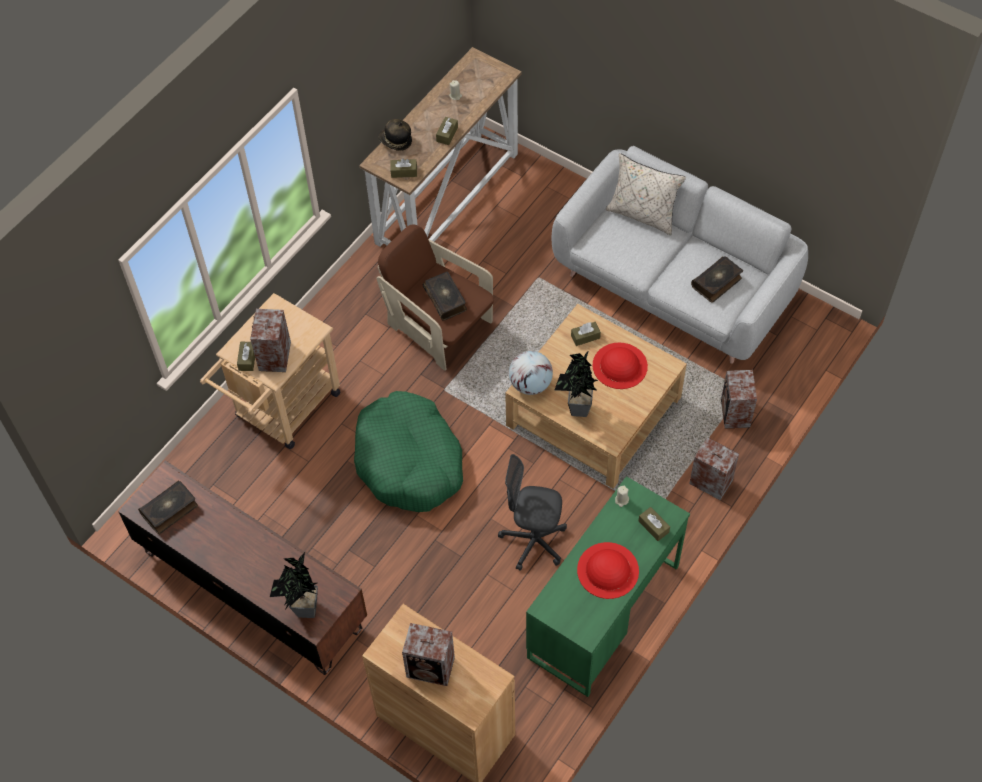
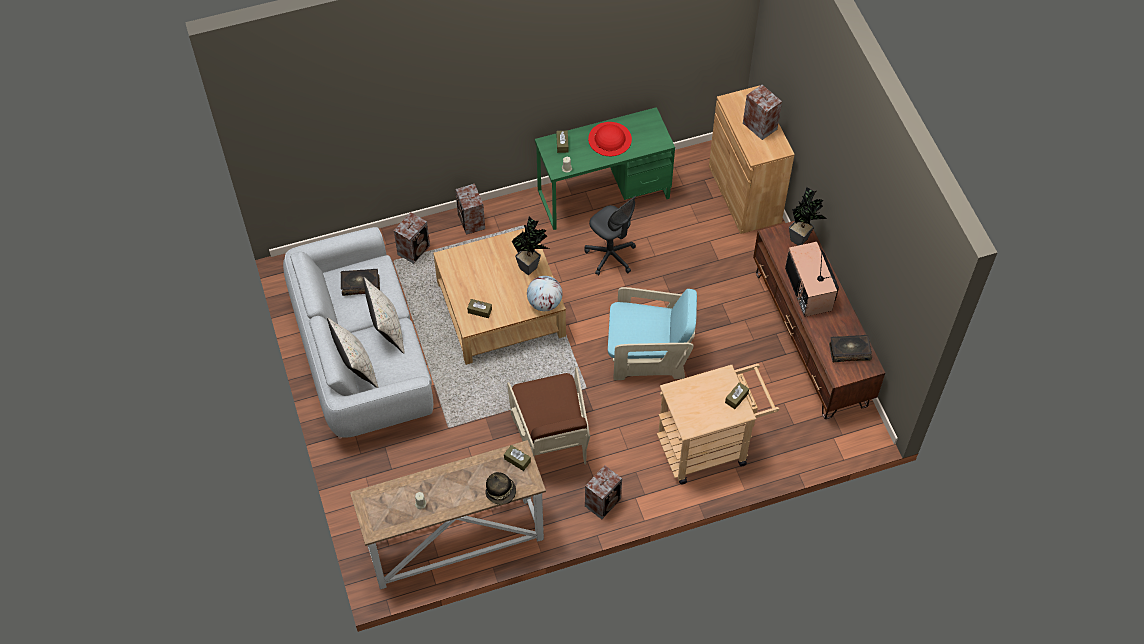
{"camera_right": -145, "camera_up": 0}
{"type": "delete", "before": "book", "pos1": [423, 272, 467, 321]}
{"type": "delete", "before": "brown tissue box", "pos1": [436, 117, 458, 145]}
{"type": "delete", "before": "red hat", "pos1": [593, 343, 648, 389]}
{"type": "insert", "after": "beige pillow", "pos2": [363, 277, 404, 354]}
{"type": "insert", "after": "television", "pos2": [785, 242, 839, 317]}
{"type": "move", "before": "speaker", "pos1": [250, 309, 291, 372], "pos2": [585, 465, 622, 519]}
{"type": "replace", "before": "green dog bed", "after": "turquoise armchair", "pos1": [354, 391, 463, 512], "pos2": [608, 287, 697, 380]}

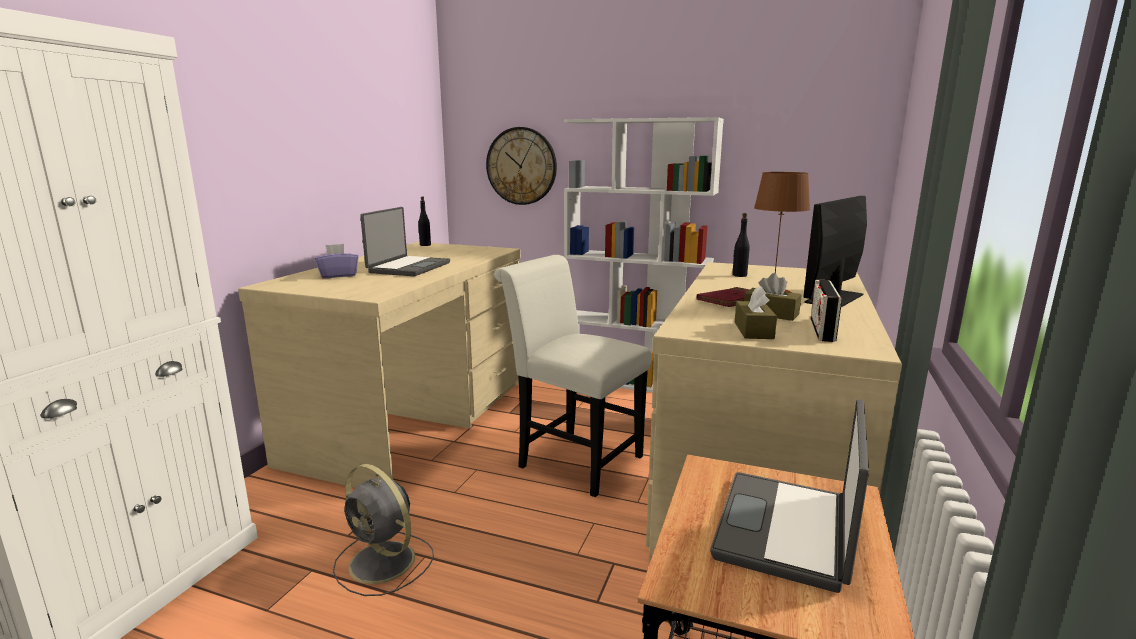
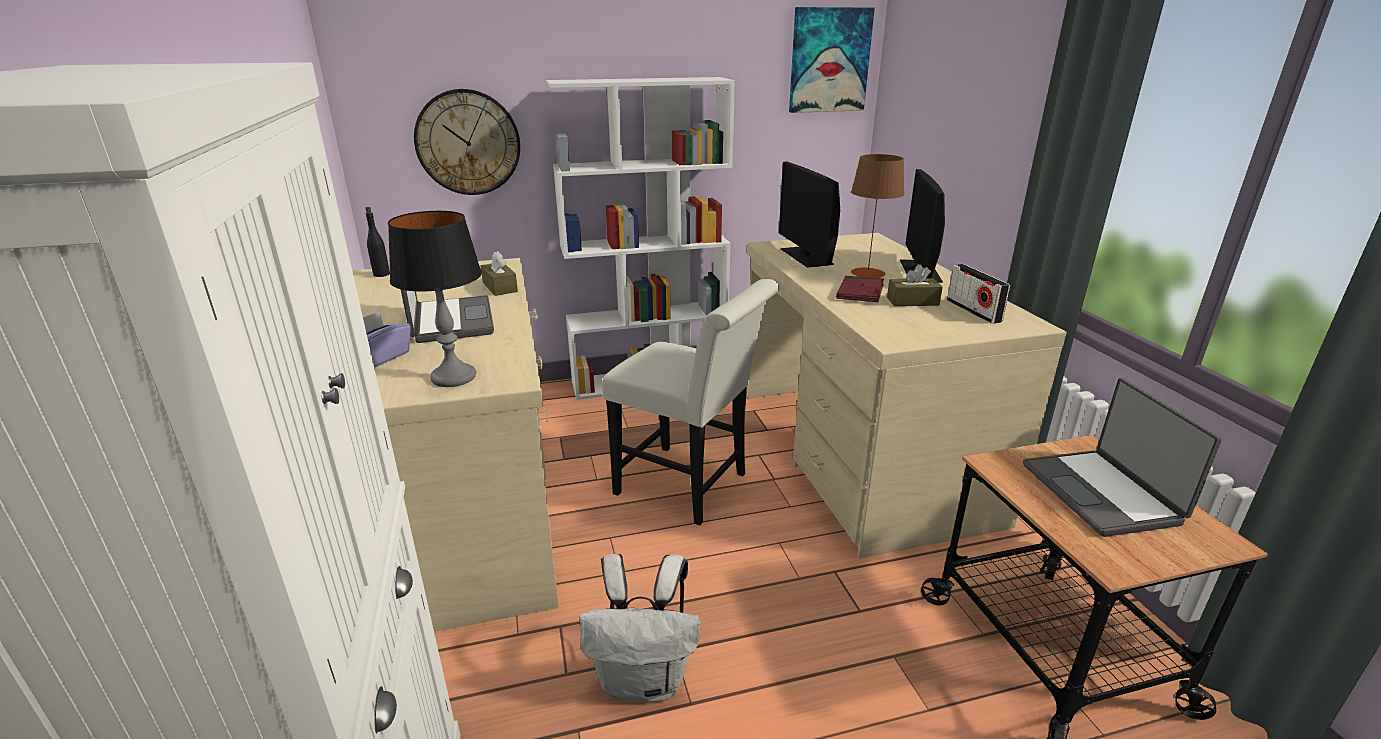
{"camera_right": -35, "camera_up": 10}
{"type": "insert", "after": "table lamp", "pos2": [388, 211, 482, 387]}
{"type": "insert", "after": "picture", "pos2": [789, 7, 875, 113]}
{"type": "move", "before": "brown tissue box", "pos1": [735, 286, 777, 339], "pos2": [481, 251, 518, 296]}
{"type": "replace", "before": "grey fan", "after": "white backpack", "pos1": [333, 464, 434, 596], "pos2": [579, 554, 701, 702]}
{"type": "replace", "before": "black bottle", "after": "monitor", "pos1": [732, 213, 750, 277], "pos2": [779, 162, 840, 268]}
{"type": "rotate", "before": "white chair", "pos1": [494, 255, 652, 497], "pos2": [602, 279, 780, 525], "turn": -150}

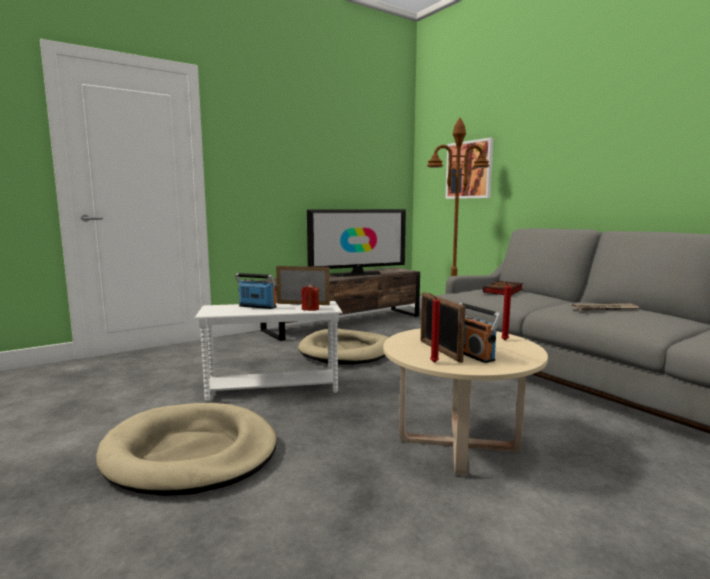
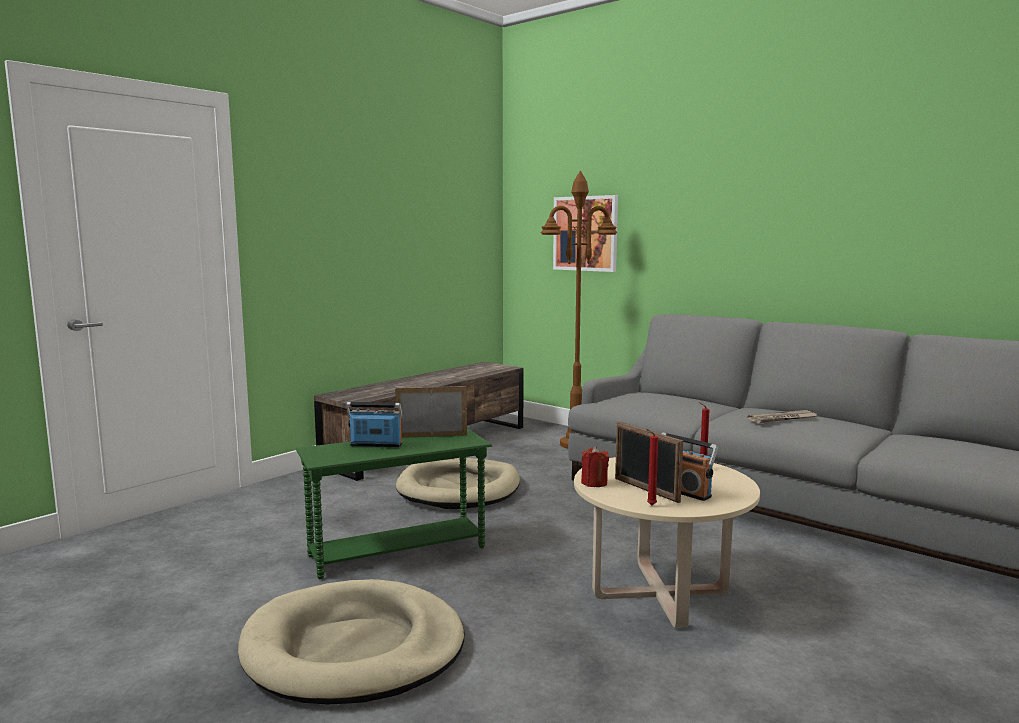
{"camera_right": -15, "camera_up": 0}
{"type": "delete", "before": "television", "pos1": [307, 209, 406, 277]}
{"type": "delete", "before": "book", "pos1": [483, 281, 523, 296]}
{"type": "move", "before": "red candle", "pos1": [301, 284, 319, 311], "pos2": [581, 446, 609, 487]}
{"type": "recolor", "before": "white side table", "after": "green side table", "pos1": [195, 301, 342, 402], "pos2": [296, 428, 492, 579]}

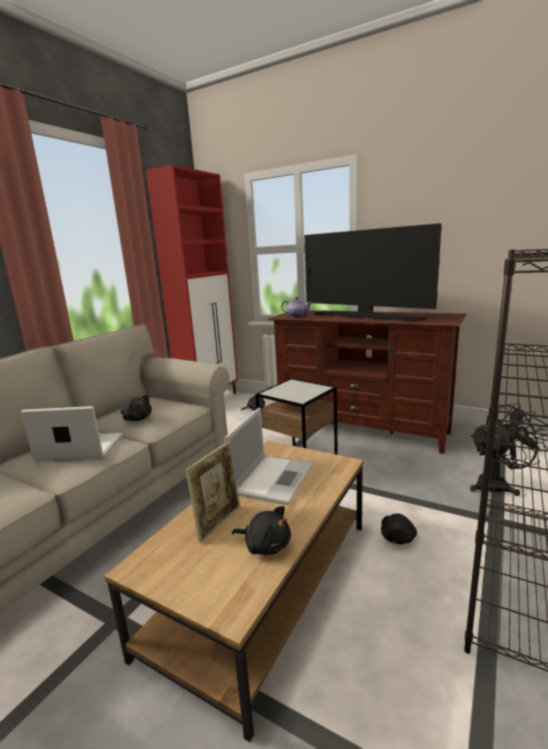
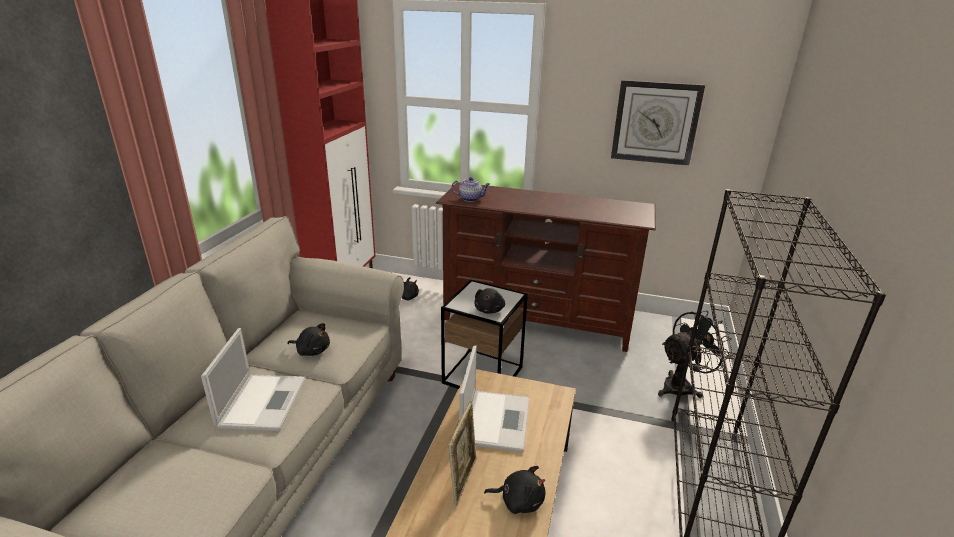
{"camera_right": -15, "camera_up": 10}
{"type": "delete", "before": "television", "pos1": [304, 223, 441, 321]}
{"type": "insert", "after": "wall clock", "pos2": [611, 80, 705, 166]}
{"type": "move", "before": "black plush toy", "pos1": [381, 514, 417, 544], "pos2": [474, 288, 505, 314]}
{"type": "rotate", "before": "laptop", "pos1": [21, 406, 123, 462], "pos2": [201, 328, 306, 431], "turn": 105}

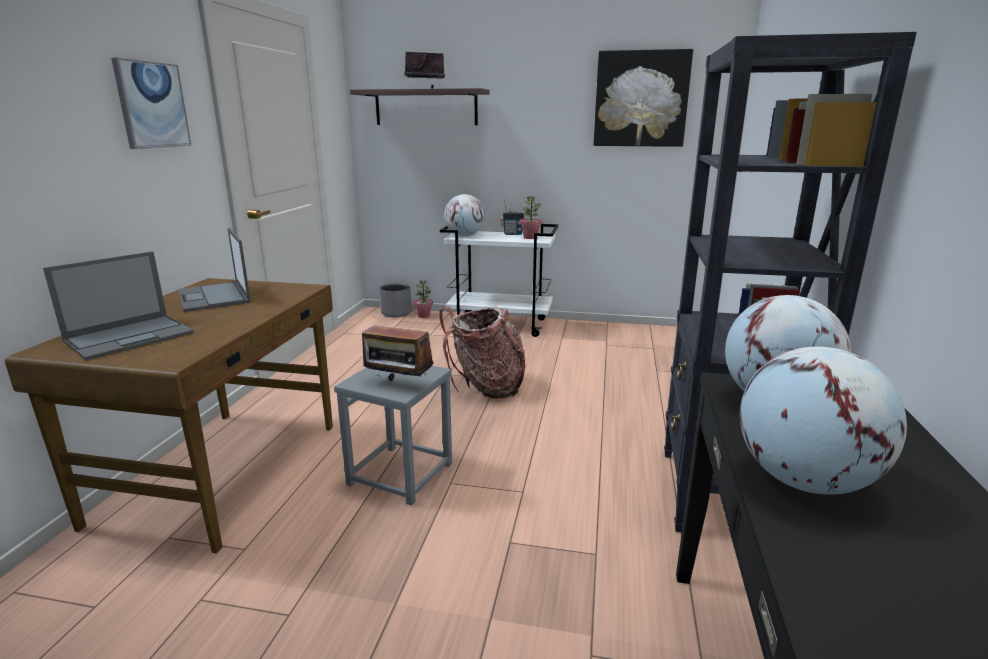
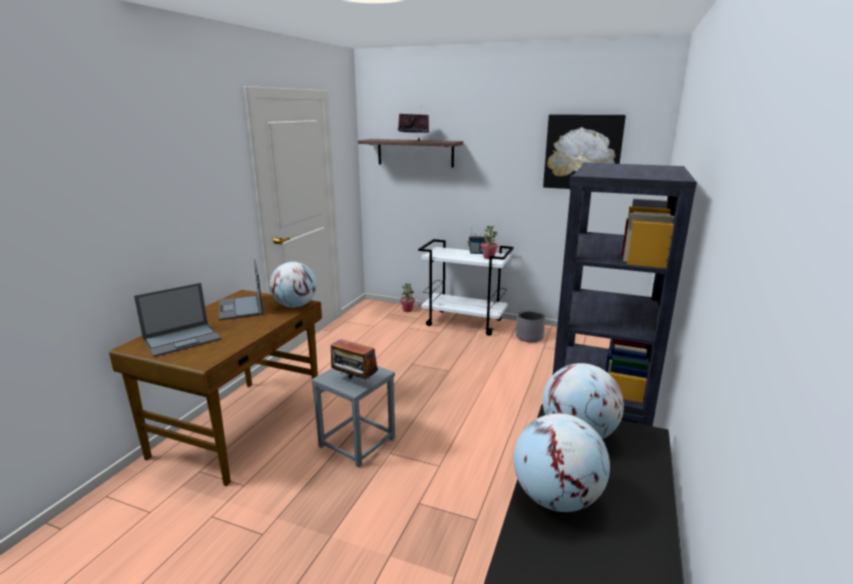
{"camera_right": 10, "camera_up": 0}
{"type": "delete", "before": "picture", "pos1": [111, 57, 191, 149]}
{"type": "delete", "before": "backpack", "pos1": [439, 306, 526, 399]}
{"type": "move", "before": "grey planter", "pos1": [380, 284, 412, 317], "pos2": [516, 310, 545, 342]}
{"type": "move", "before": "globe", "pos1": [444, 194, 485, 236], "pos2": [270, 262, 317, 308]}

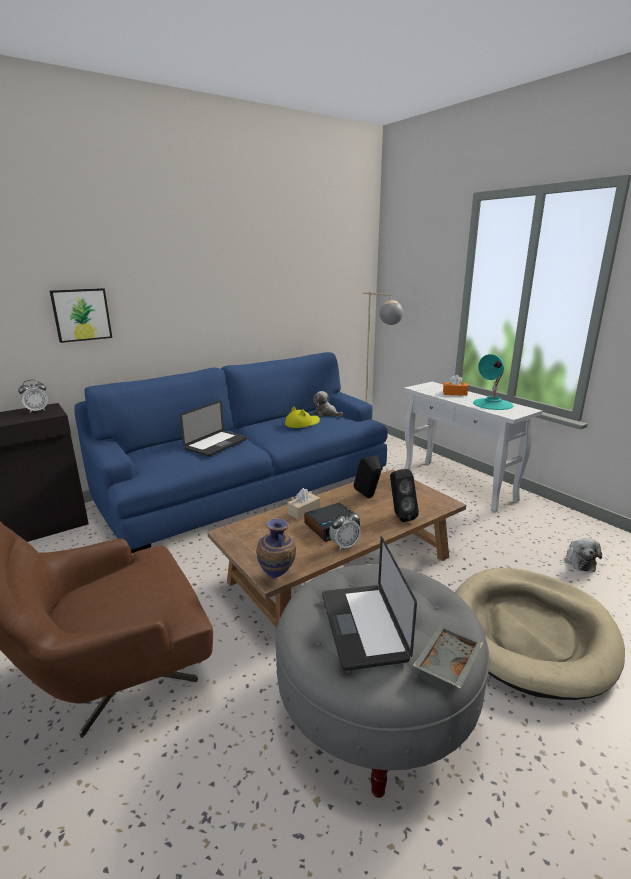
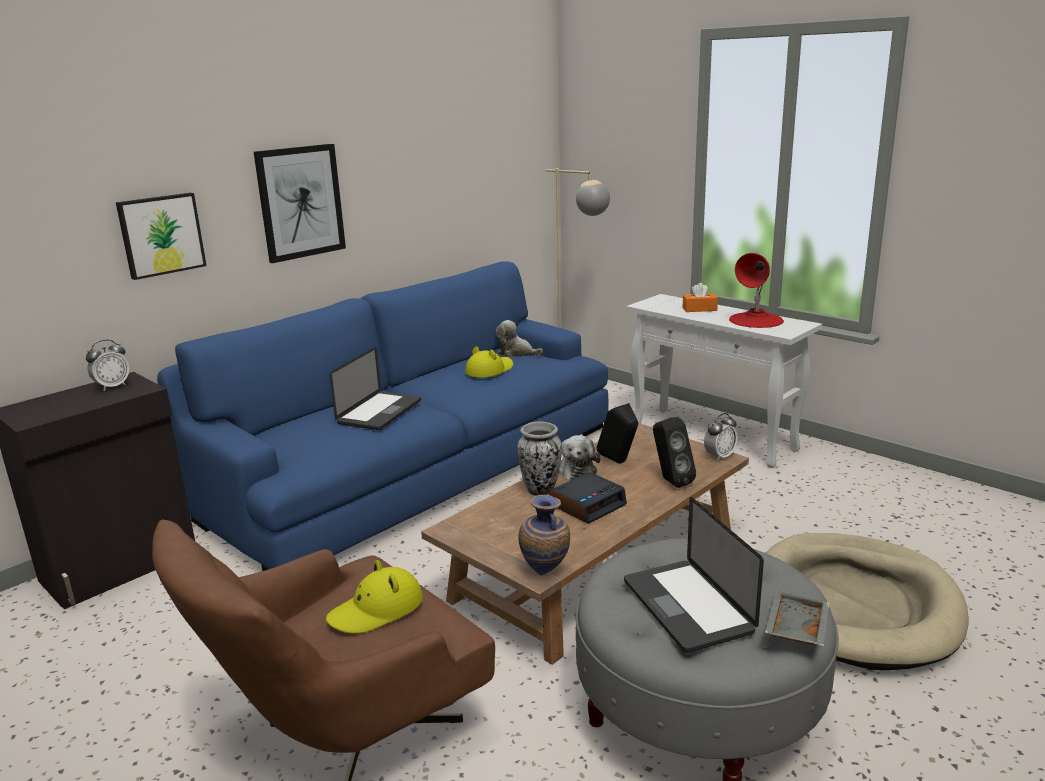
{"camera_right": -10, "camera_up": 0}
{"type": "insert", "after": "picture", "pos2": [254, 144, 346, 263]}
{"type": "insert", "after": "yellow hat", "pos2": [326, 560, 423, 634]}
{"type": "move", "before": "alarm clock", "pos1": [329, 510, 361, 551], "pos2": [704, 413, 738, 461]}
{"type": "move", "before": "plush toy", "pos1": [565, 538, 602, 572], "pos2": [559, 435, 601, 481]}
{"type": "replace", "before": "beige tissue box", "after": "vase", "pos1": [287, 488, 320, 520], "pos2": [517, 421, 562, 496]}
{"type": "recolor", "before": "turquoise table lamp", "after": "red table lamp", "pos1": [473, 354, 514, 410], "pos2": [729, 253, 784, 328]}

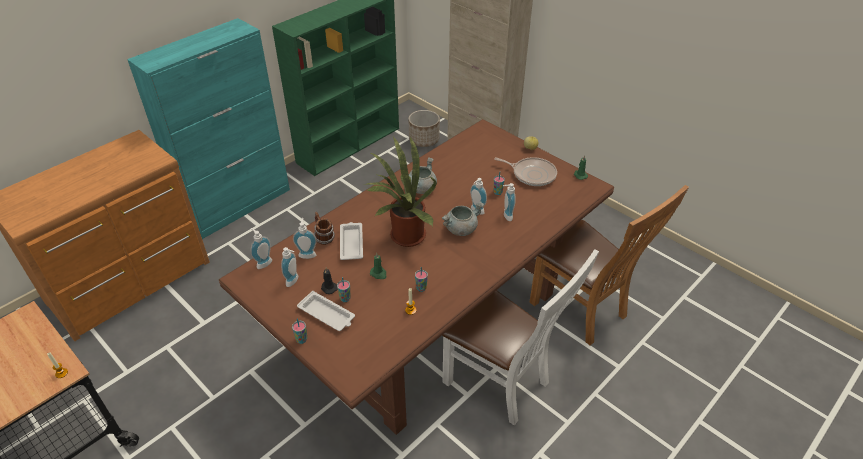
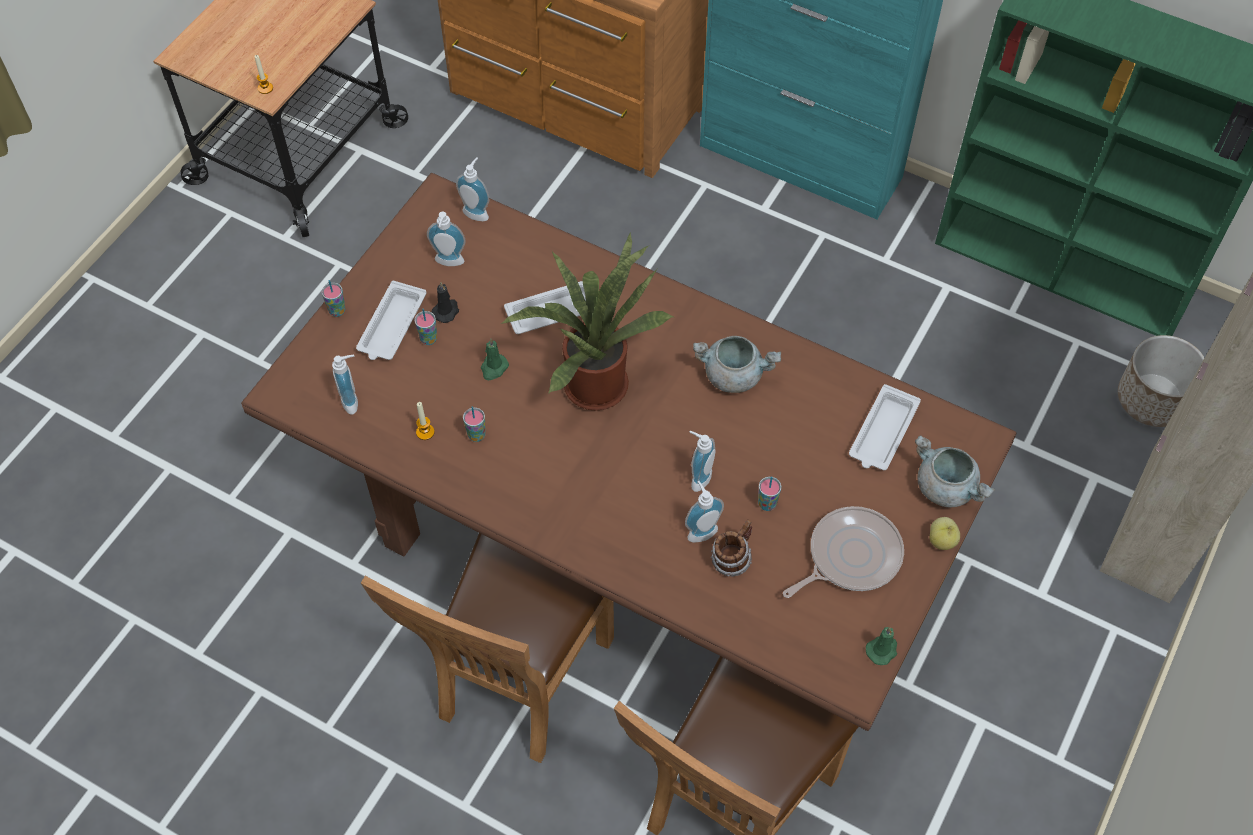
{"camera_right": 75, "camera_up": 15}
{"type": "insert", "after": "white tray", "pos2": [849, 384, 921, 470]}
{"type": "move", "before": "soap dispenser", "pos1": [293, 218, 317, 259], "pos2": [332, 355, 358, 414]}
{"type": "move", "before": "mug", "pos1": [314, 212, 335, 245], "pos2": [711, 519, 752, 577]}
{"type": "move", "before": "grey cooking pot", "pos1": [442, 201, 484, 236], "pos2": [915, 435, 995, 507]}
{"type": "recolor", "before": "white chair", "after": "brown chair", "pos1": [442, 249, 599, 425], "pos2": [361, 533, 614, 763]}
{"type": "rotate", "before": "frying pan", "pos1": [494, 157, 557, 186], "pos2": [783, 506, 904, 598], "turn": -135}

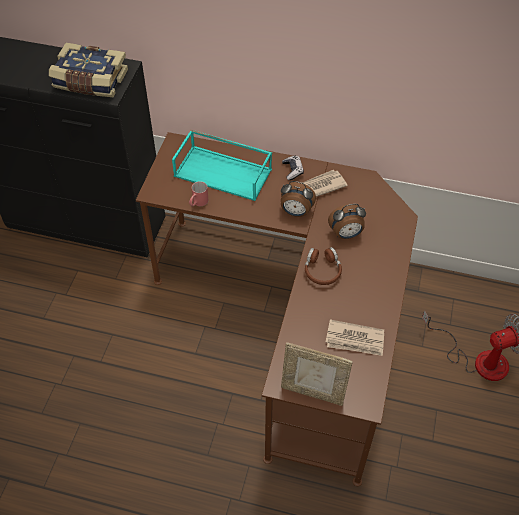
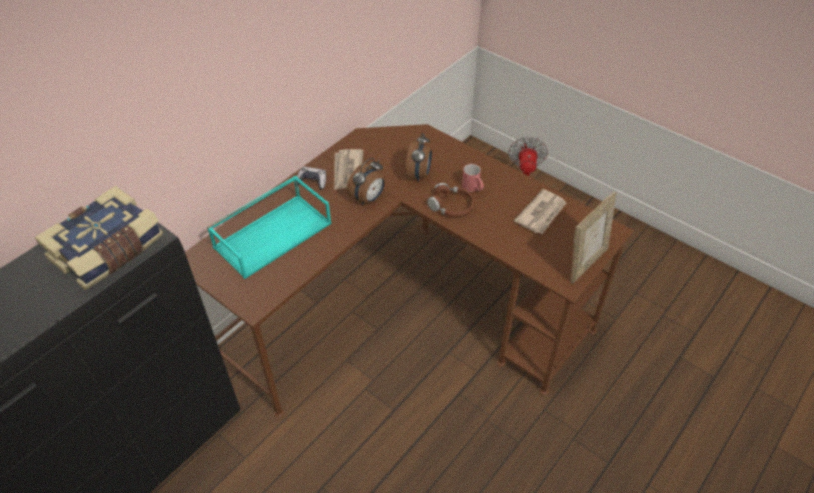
{"camera_right": -65, "camera_up": -5}
{"type": "move", "before": "red mug", "pos1": [189, 181, 209, 207], "pos2": [462, 164, 484, 192]}

